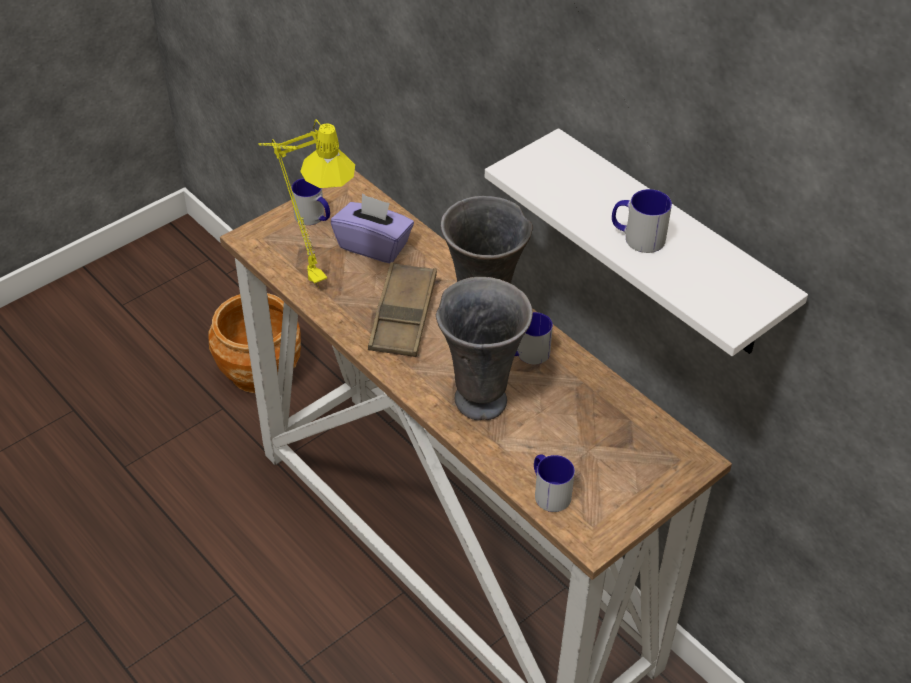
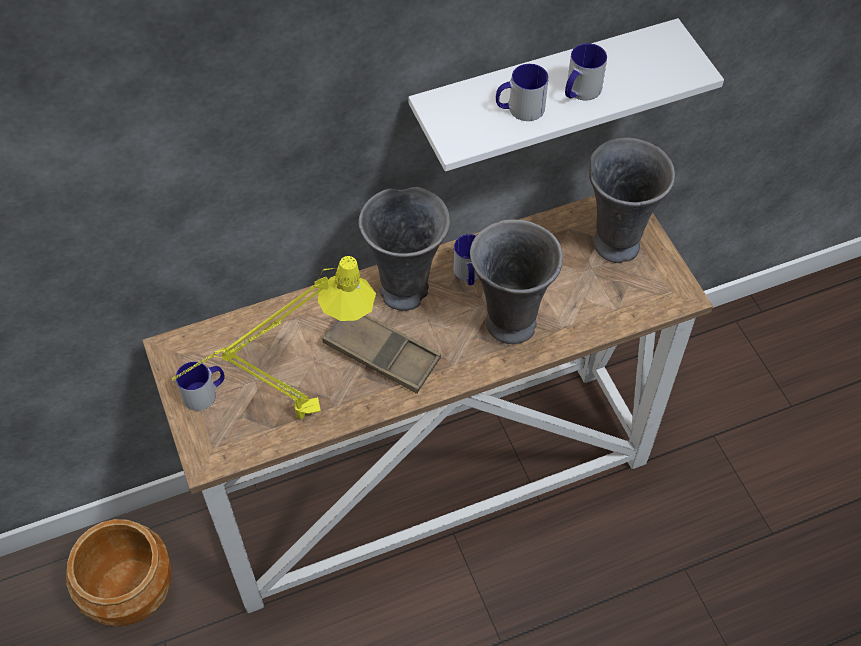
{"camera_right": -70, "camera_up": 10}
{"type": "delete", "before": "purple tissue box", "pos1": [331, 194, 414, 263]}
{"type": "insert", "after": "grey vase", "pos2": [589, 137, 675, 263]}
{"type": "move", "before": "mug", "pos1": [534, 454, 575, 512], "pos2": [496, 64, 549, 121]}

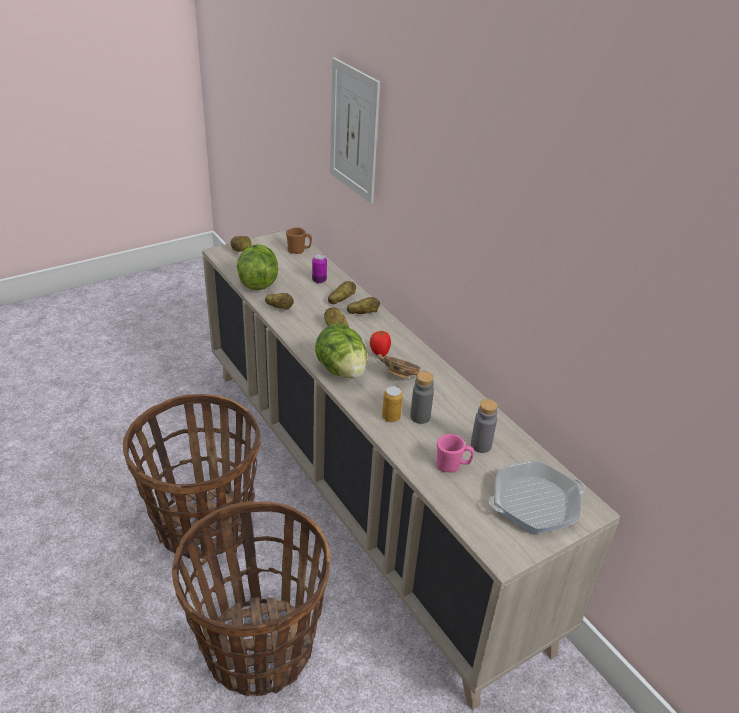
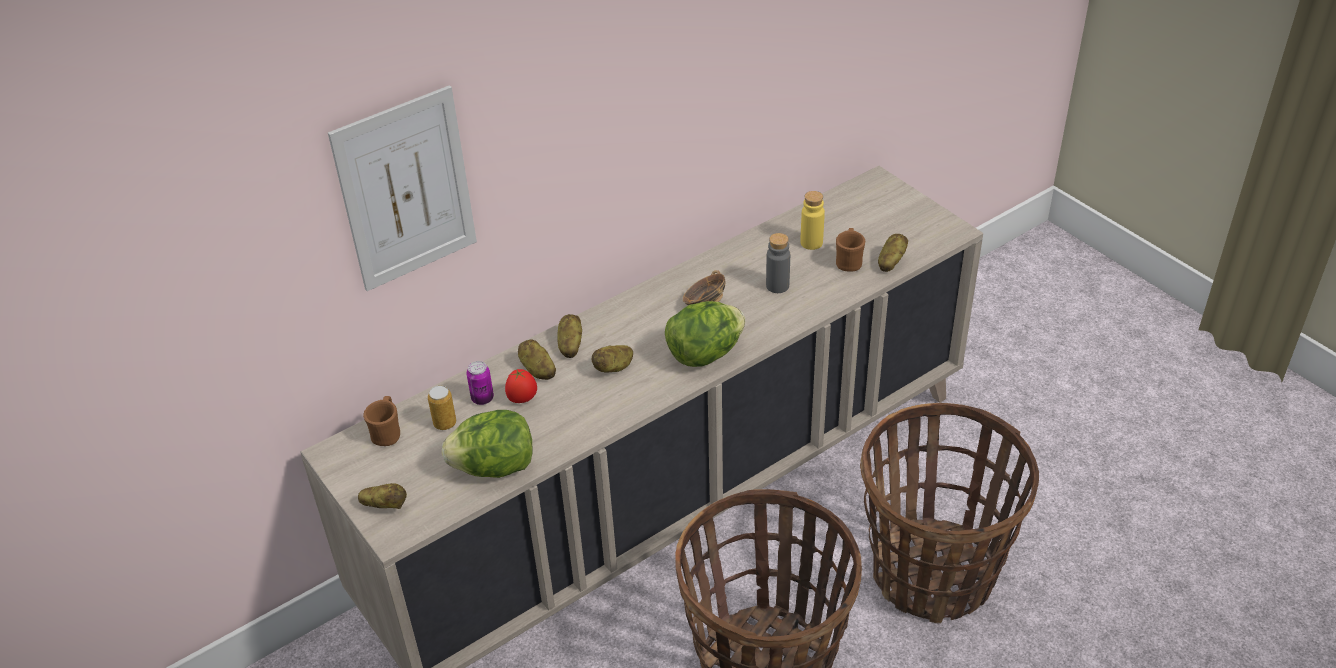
{"camera_right": -90, "camera_up": 5}
{"type": "delete", "before": "frying pan", "pos1": [489, 460, 585, 534]}
{"type": "move", "before": "potato", "pos1": [265, 293, 294, 310], "pos2": [878, 234, 908, 272]}
{"type": "move", "before": "tomato", "pos1": [370, 331, 391, 357], "pos2": [505, 369, 537, 403]}
{"type": "move", "before": "can", "pos1": [382, 386, 403, 422], "pos2": [428, 385, 456, 430]}
{"type": "recolor", "before": "pink mug", "after": "brown mug", "pos1": [436, 434, 474, 473], "pos2": [836, 228, 865, 272]}
{"type": "recolor", "before": "grey bottle", "after": "yellow bottle", "pos1": [471, 399, 498, 453], "pos2": [800, 191, 825, 250]}

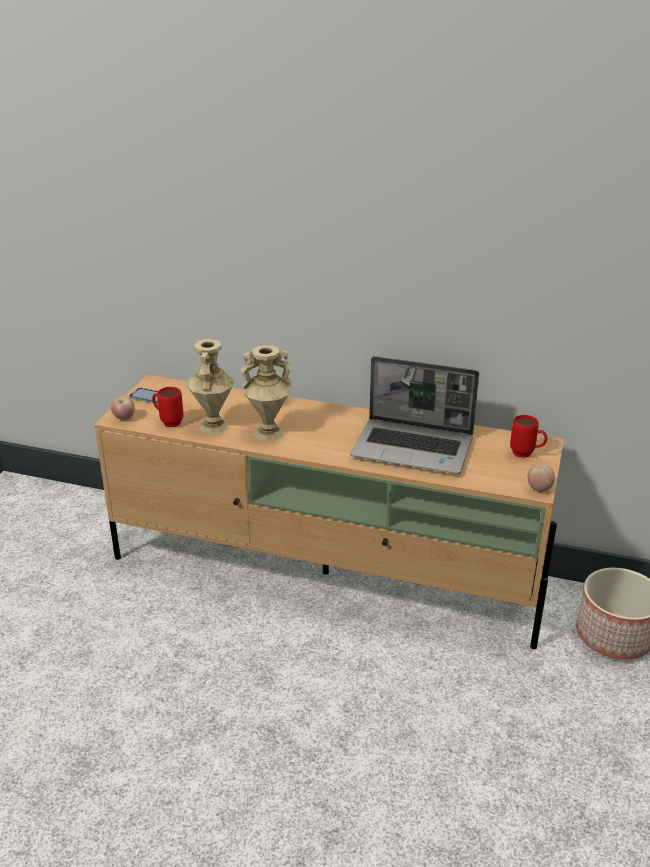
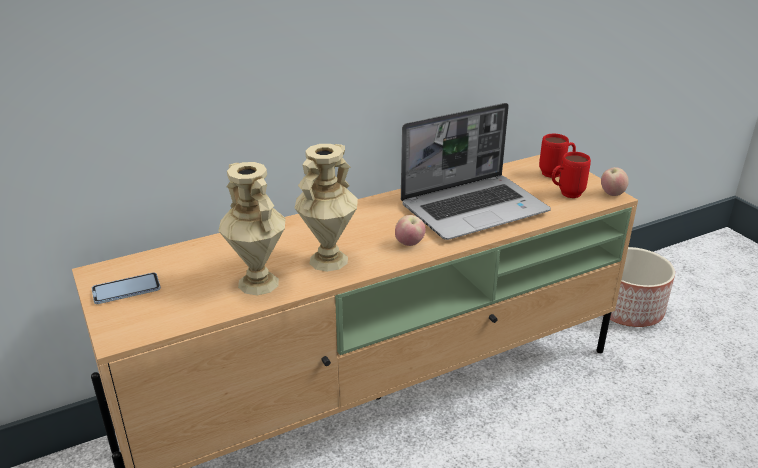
{"camera_right": -45, "camera_up": 0}
{"type": "move", "before": "apple", "pos1": [111, 396, 135, 420], "pos2": [395, 215, 426, 246]}
{"type": "move", "before": "red mug", "pos1": [152, 387, 184, 427], "pos2": [552, 152, 591, 198]}

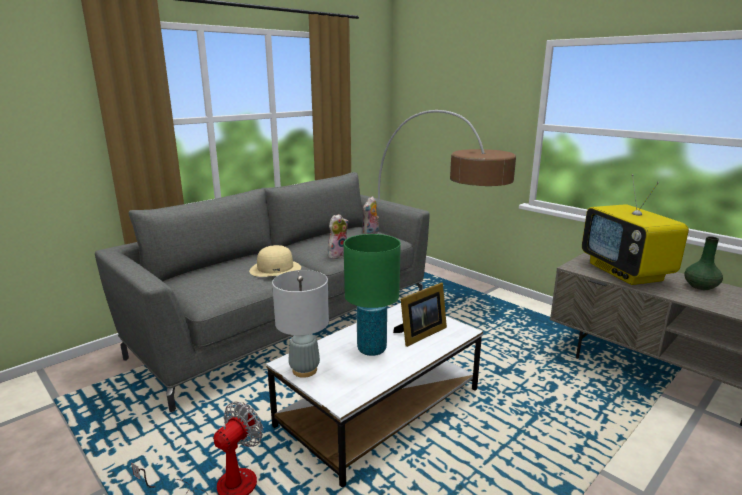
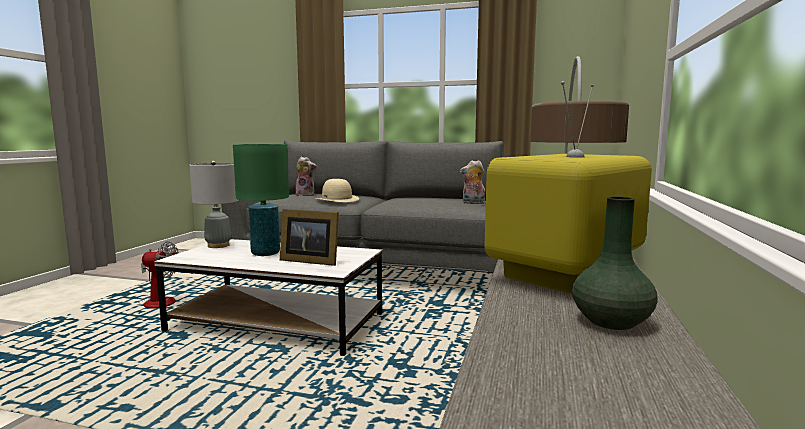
{"camera_right": 60, "camera_up": -10}
{"type": "move", "before": "plush toy", "pos1": [328, 214, 349, 259], "pos2": [295, 157, 317, 196]}

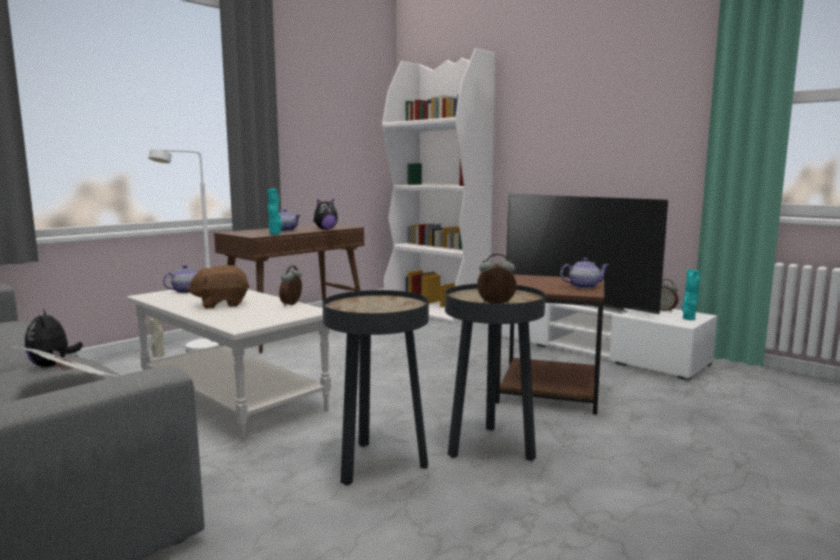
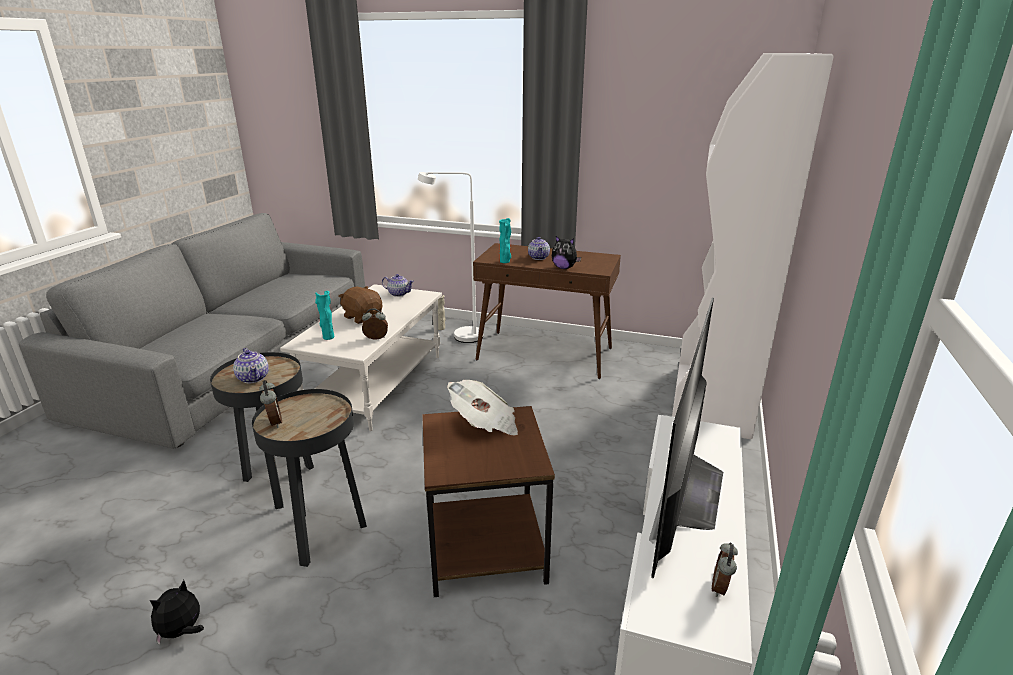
{"camera_right": 65, "camera_up": 15}
{"type": "move", "before": "newspaper", "pos1": [15, 347, 118, 376], "pos2": [447, 380, 518, 436]}
{"type": "move", "before": "plush toy", "pos1": [25, 309, 83, 367], "pos2": [150, 580, 204, 645]}
{"type": "move", "before": "teapot", "pos1": [560, 258, 609, 289], "pos2": [233, 348, 269, 383]}
{"type": "move", "before": "turquoise vase", "pos1": [682, 269, 701, 320], "pos2": [315, 291, 334, 340]}

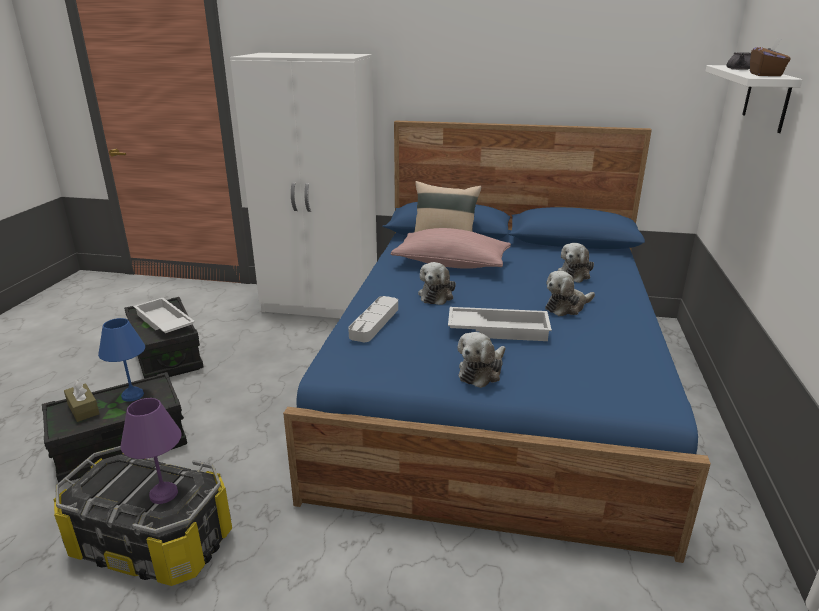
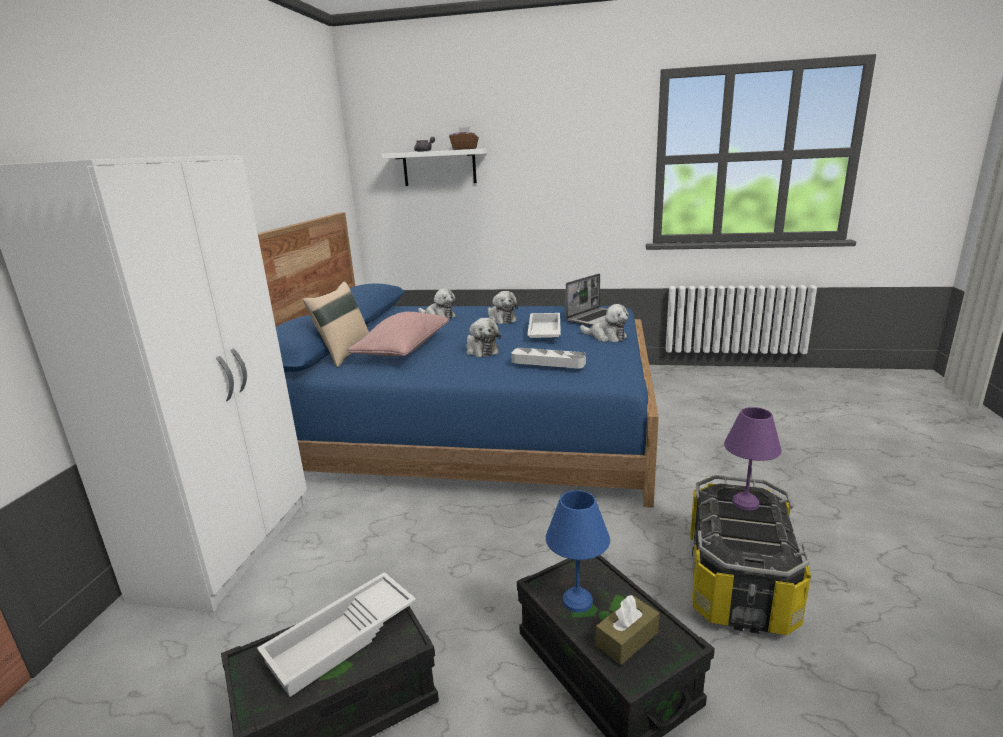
{"camera_right": -90, "camera_up": -5}
{"type": "insert", "after": "laptop", "pos2": [566, 274, 629, 326]}
{"type": "rotate", "before": "plush toy", "pos1": [418, 262, 456, 305], "pos2": [466, 318, 501, 357], "turn": 45}

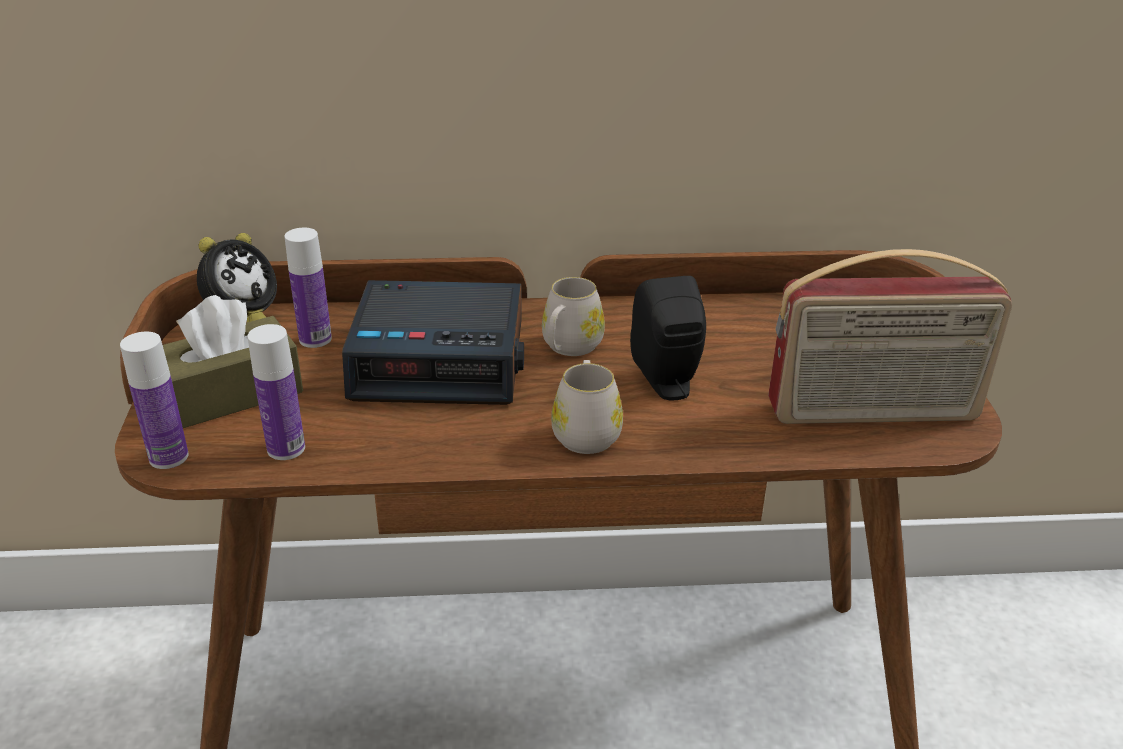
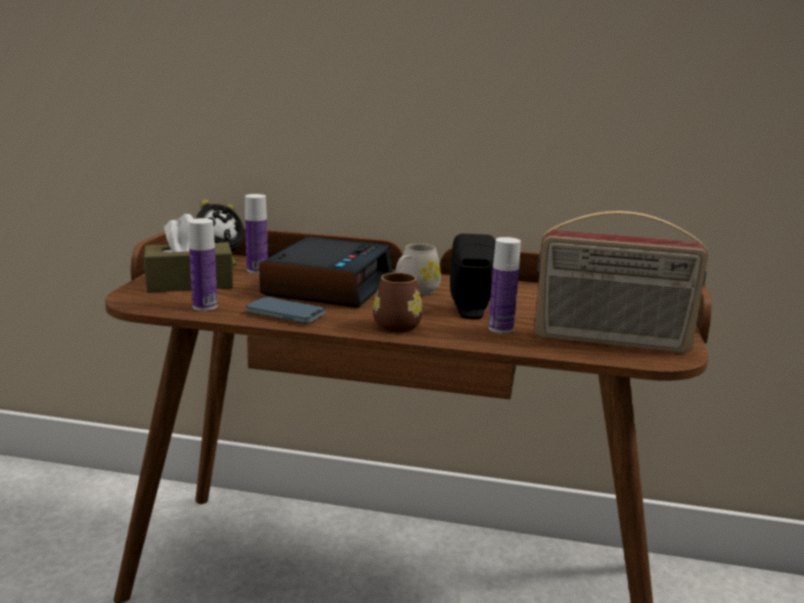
{"camera_right": 15, "camera_up": -15}
{"type": "insert", "after": "phone", "pos2": [246, 297, 325, 324]}
{"type": "move", "before": "bottle", "pos1": [120, 332, 189, 469], "pos2": [488, 237, 521, 333]}
{"type": "recolor", "before": "white mug", "after": "brown mug", "pos1": [551, 360, 623, 454], "pos2": [373, 273, 422, 333]}
{"type": "rotate", "before": "alarm clock", "pos1": [342, 280, 524, 405], "pos2": [259, 237, 393, 308], "turn": -90}

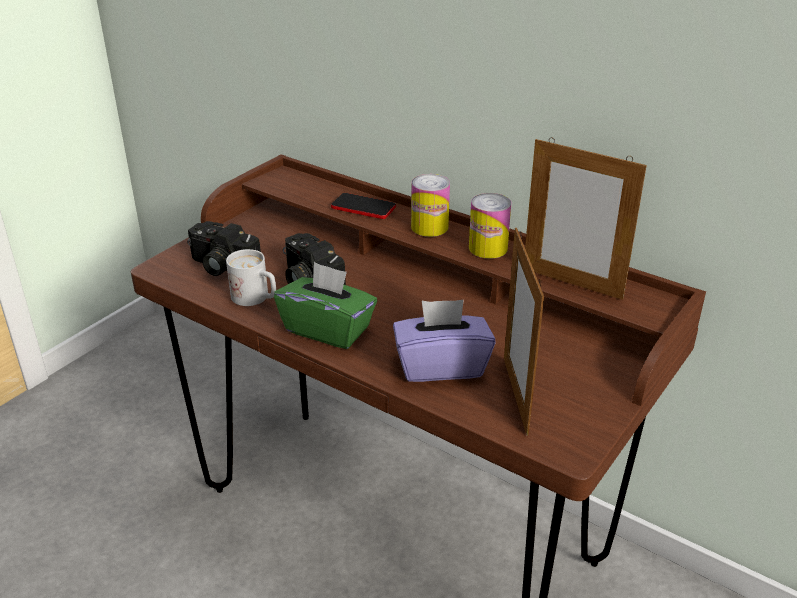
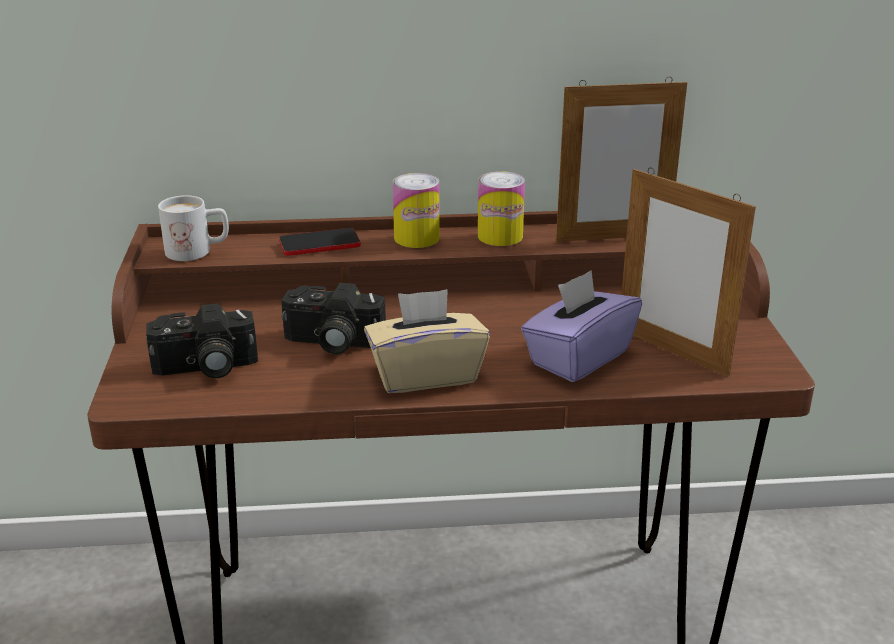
{"camera_right": -40, "camera_up": -5}
{"type": "move", "before": "white mug", "pos1": [226, 249, 276, 306], "pos2": [158, 195, 229, 261]}
{"type": "recolor", "before": "green tissue box", "after": "beige tissue box", "pos1": [274, 262, 377, 349], "pos2": [364, 289, 490, 393]}

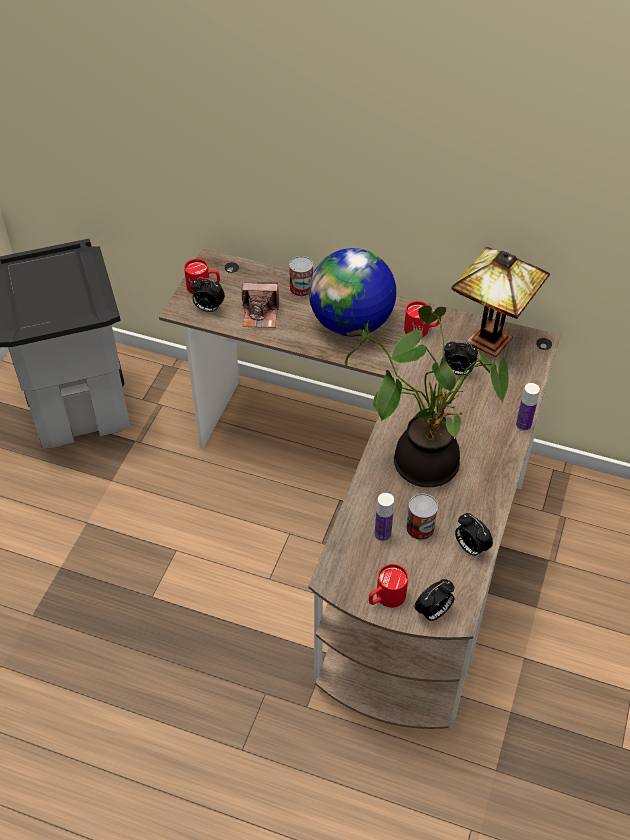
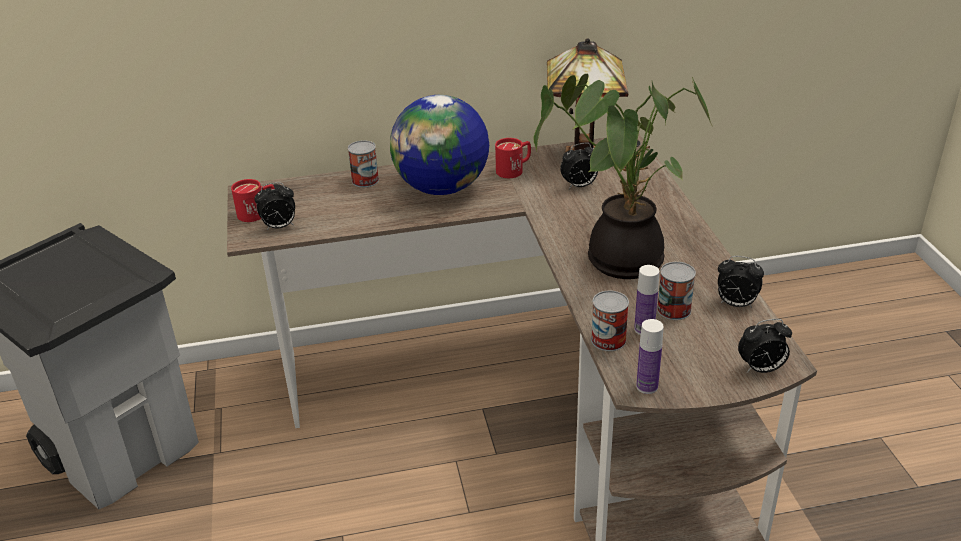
{"camera_right": -30, "camera_up": -15}
{"type": "delete", "before": "photo camera", "pos1": [241, 282, 279, 328]}
{"type": "delete", "before": "red mug", "pos1": [369, 564, 408, 608]}
{"type": "insert", "after": "can", "pos2": [591, 290, 629, 351]}
{"type": "move", "before": "bottle", "pos1": [516, 383, 540, 431], "pos2": [636, 319, 664, 394]}
{"type": "rotate", "before": "alarm clock", "pos1": [414, 579, 454, 621], "pos2": [738, 319, 792, 373], "turn": 60}

